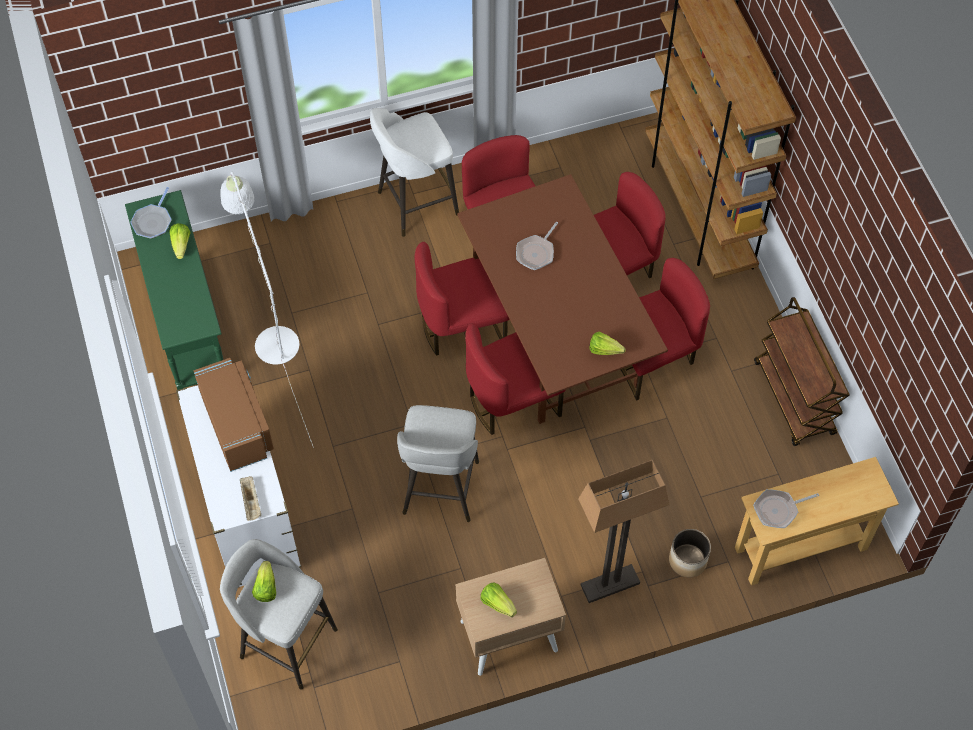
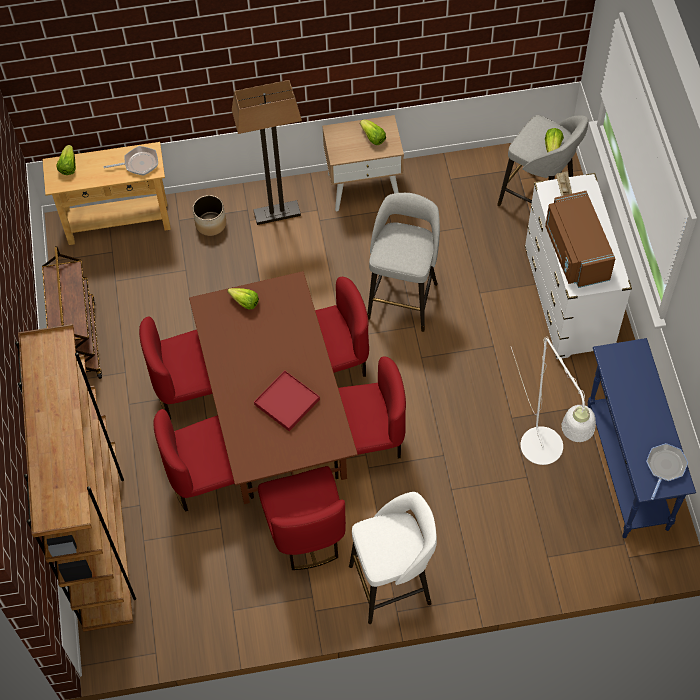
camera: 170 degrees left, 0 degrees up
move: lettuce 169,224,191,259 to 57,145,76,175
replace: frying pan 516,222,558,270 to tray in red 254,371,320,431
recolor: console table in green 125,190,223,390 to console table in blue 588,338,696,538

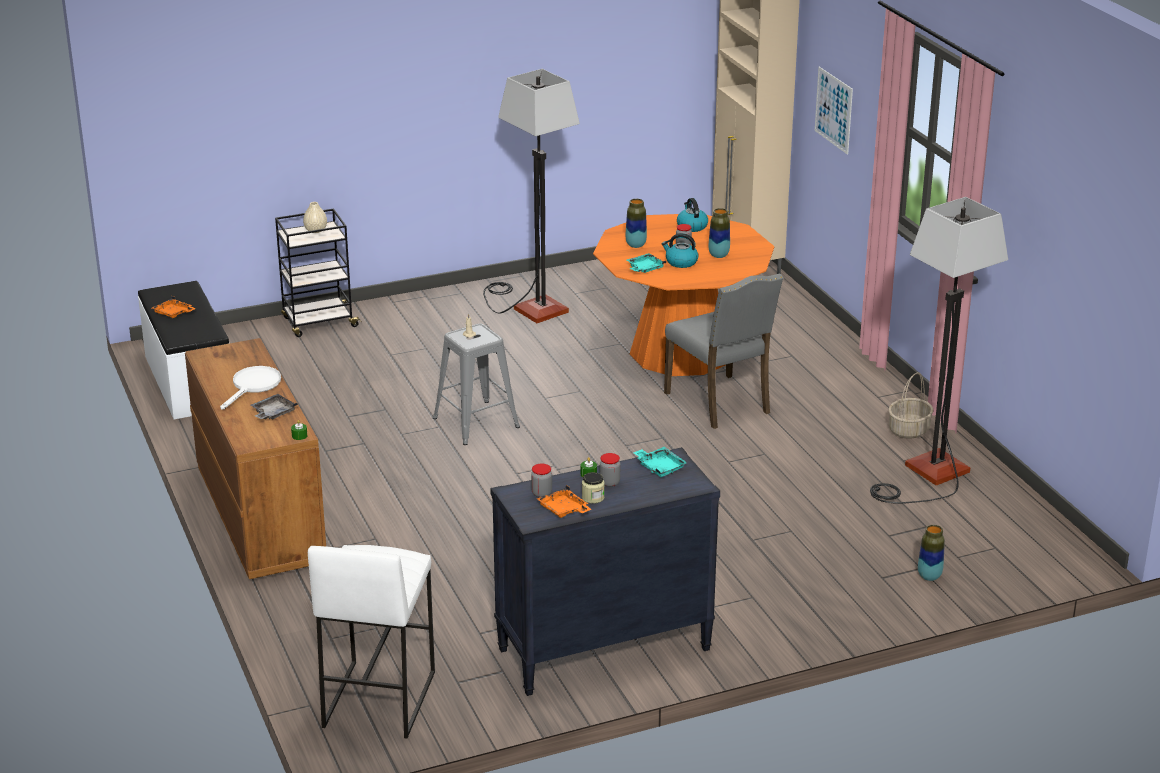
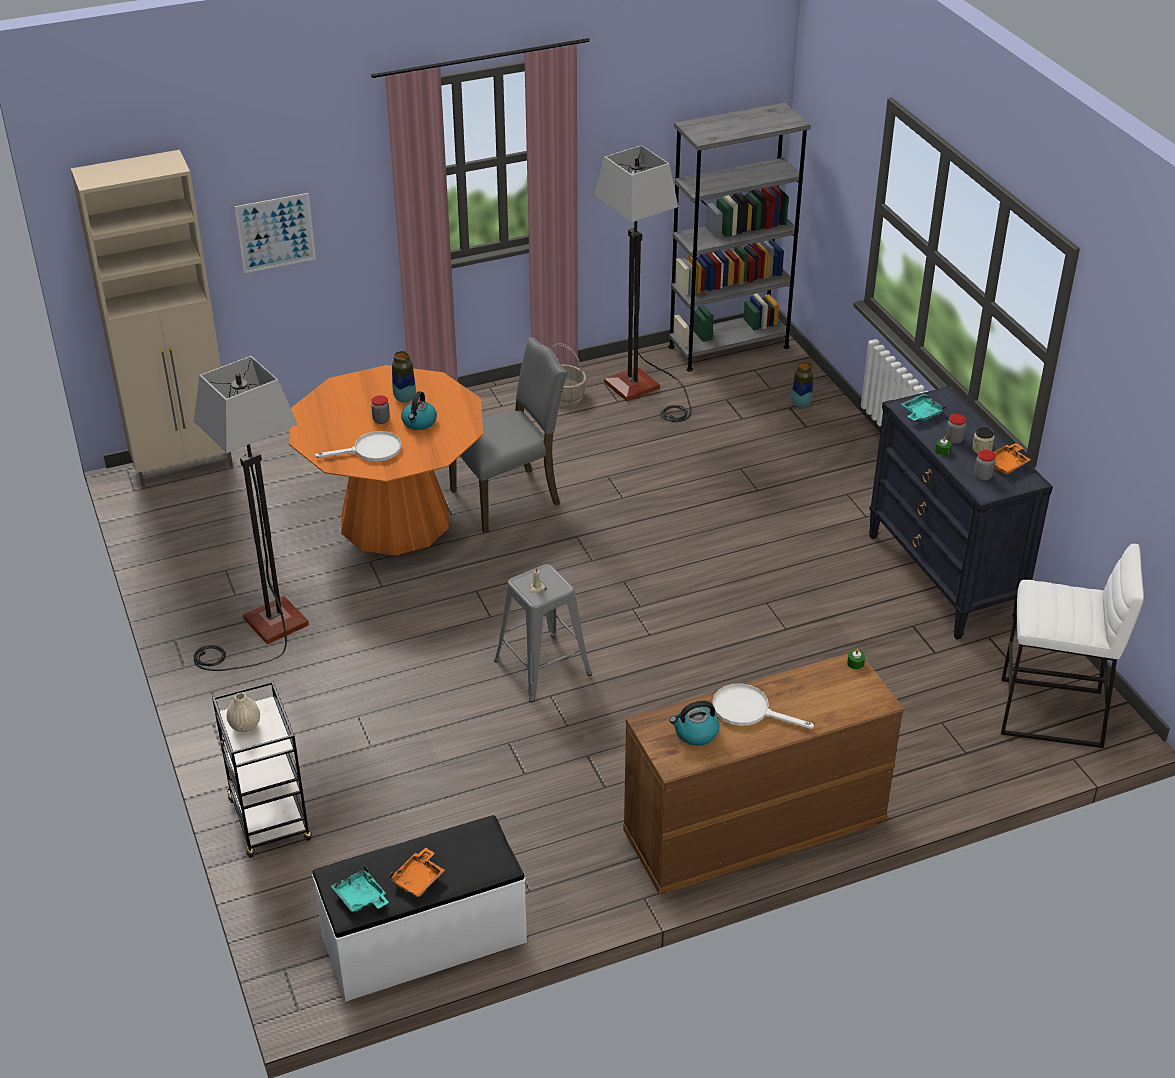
camera: 90 degrees left, 10 degrees up
delete: tray in grey 251,394,298,419
insert: bookcase in grey 668,102,811,372
move: kettle 677,198,708,232 to 670,701,719,746; tray in turquoise 627,253,666,273 to 331,866,389,912
replace: vase 626,199,647,248 to frying pan in white 315,431,401,462

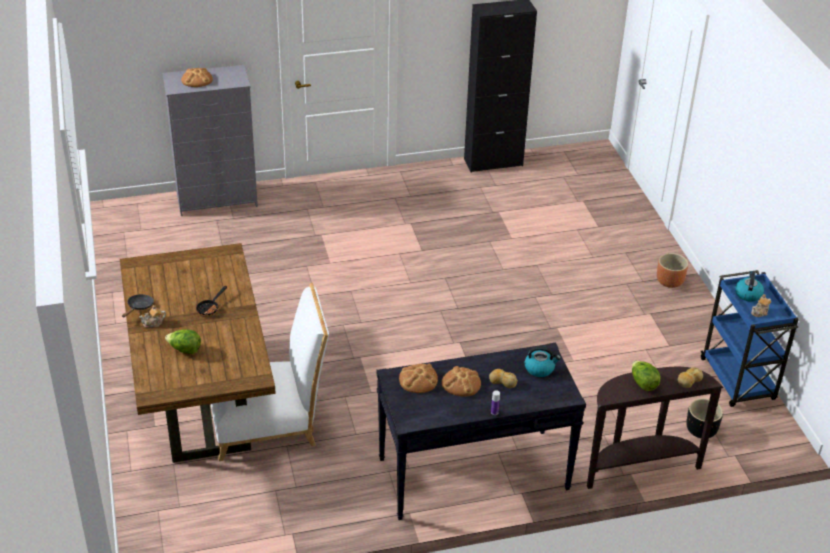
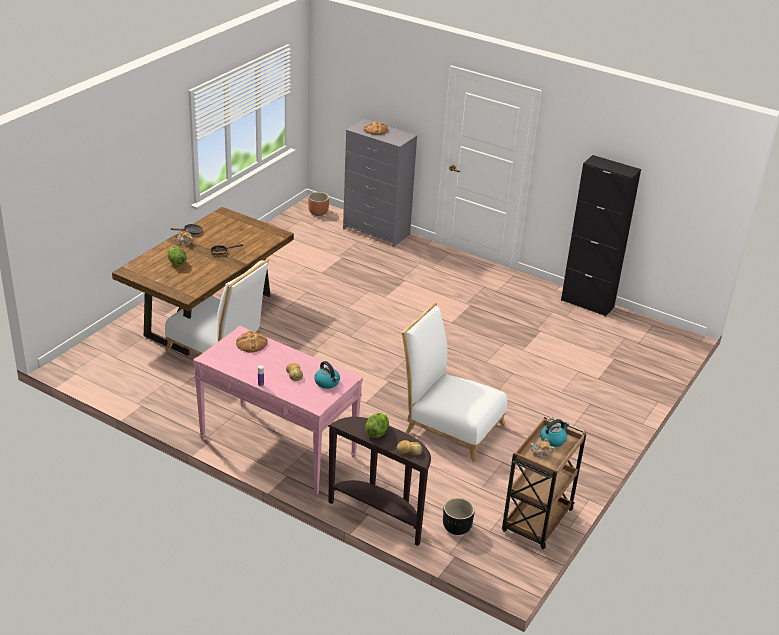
camera: 45 degrees right, 5 degrees down
delete: bread 442,366,481,396
insert: chair in white 402,303,507,462
move: planter in brown 657,253,688,288 to 308,192,329,216
recolor: cart in blue 701,270,799,407 to cart in brown 502,417,586,550; console table in black 376,343,586,520 to console table in pink 193,326,363,495

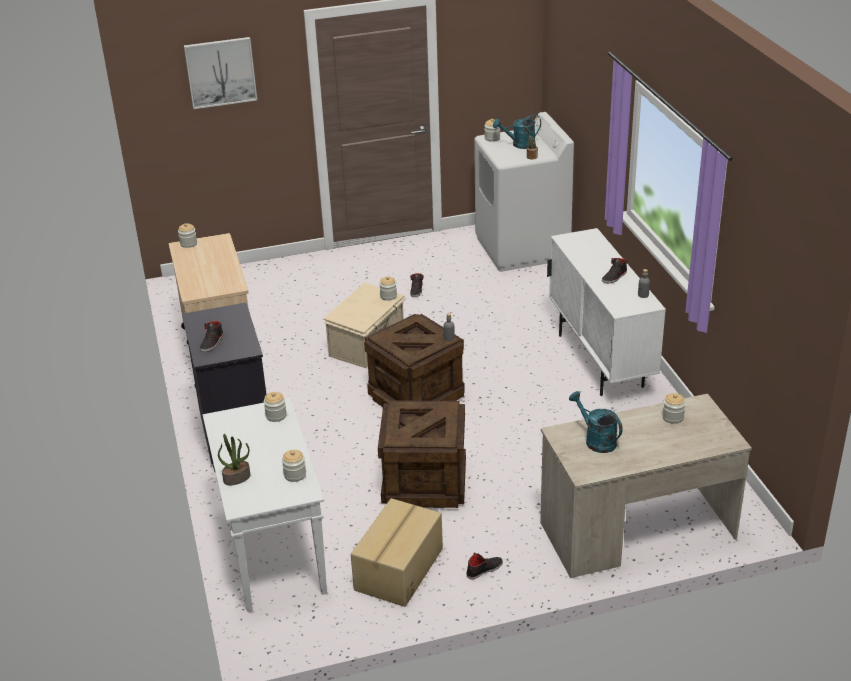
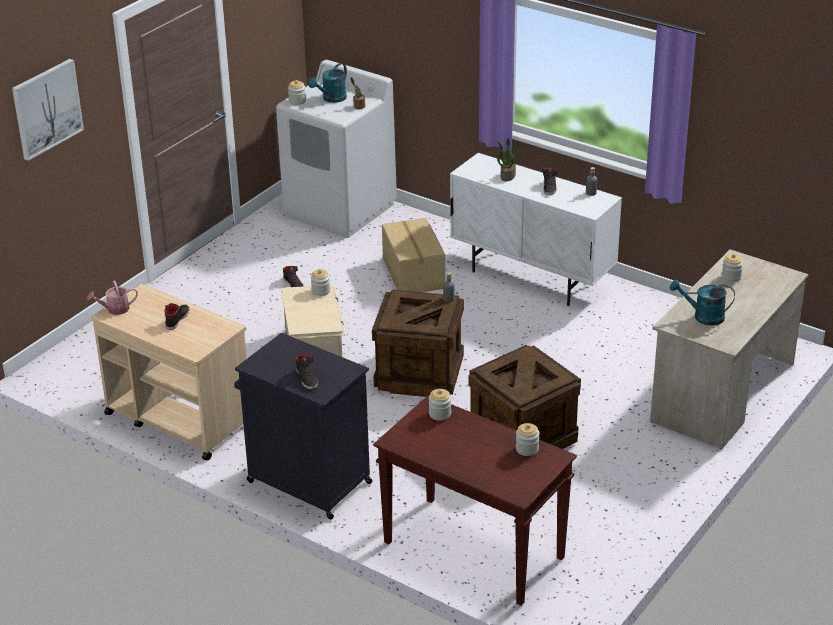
camera: 40 degrees left, 0 degrees up
move: potted plant 218,434,251,486 to 497,138,520,181; cardboard box 351,498,443,607 to 382,218,445,292; shoe in black 467,552,503,580 to 165,303,189,330
replace: jar 178,223,197,248 to watering can 87,280,138,315
recolor: console table in white 203,398,327,612 to console table in brown 373,395,577,606

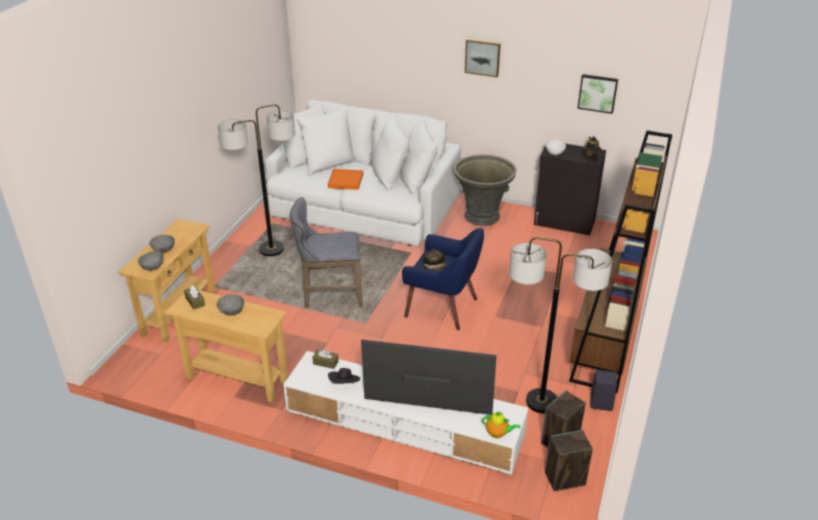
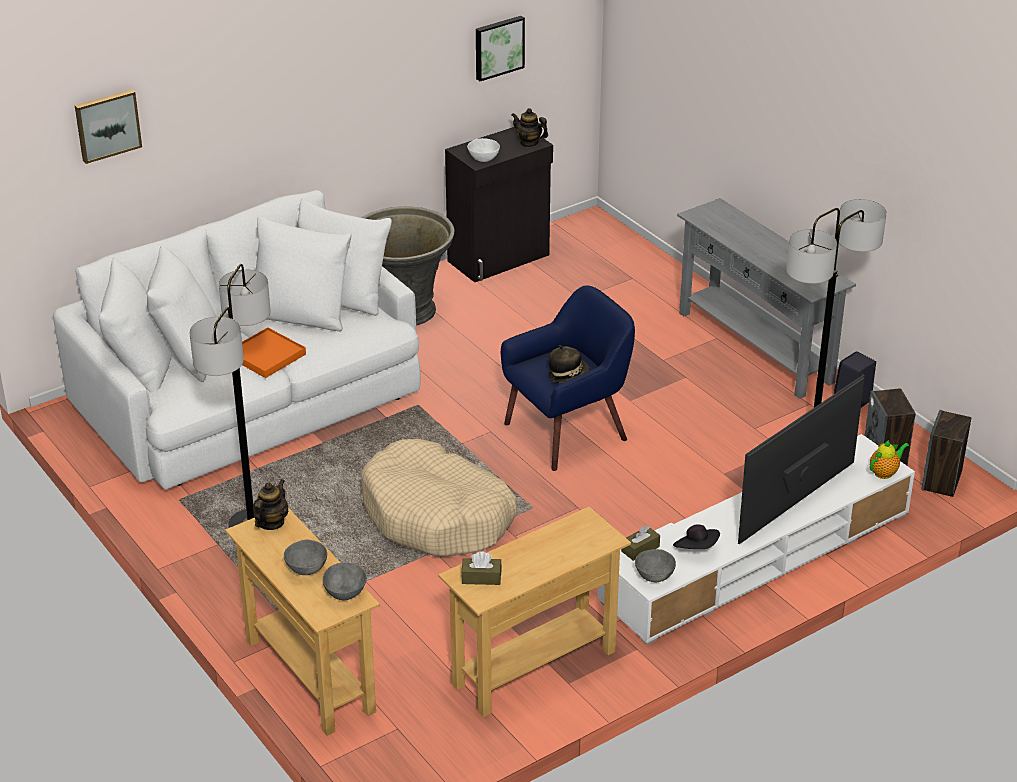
camera: 55 degrees left, 0 degrees up
insert: teapot 253,479,288,530
move: picture 465,39,501,77 to 75,89,142,164; bowl in grey 217,294,244,315 to 635,549,676,582
replace: bookcase in brown 569,130,673,393 to console table in grey 677,198,856,399; stool in grey 290,197,363,308 to dog bed in beige 361,439,517,557

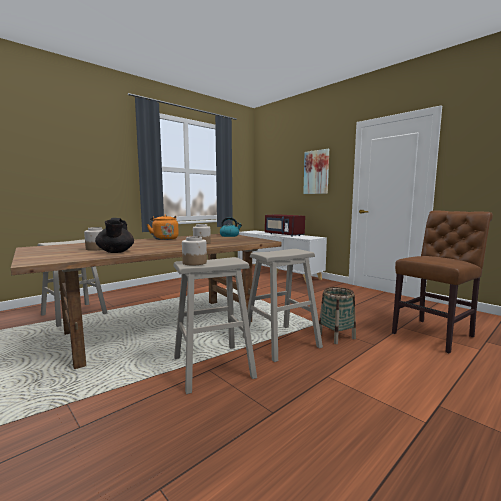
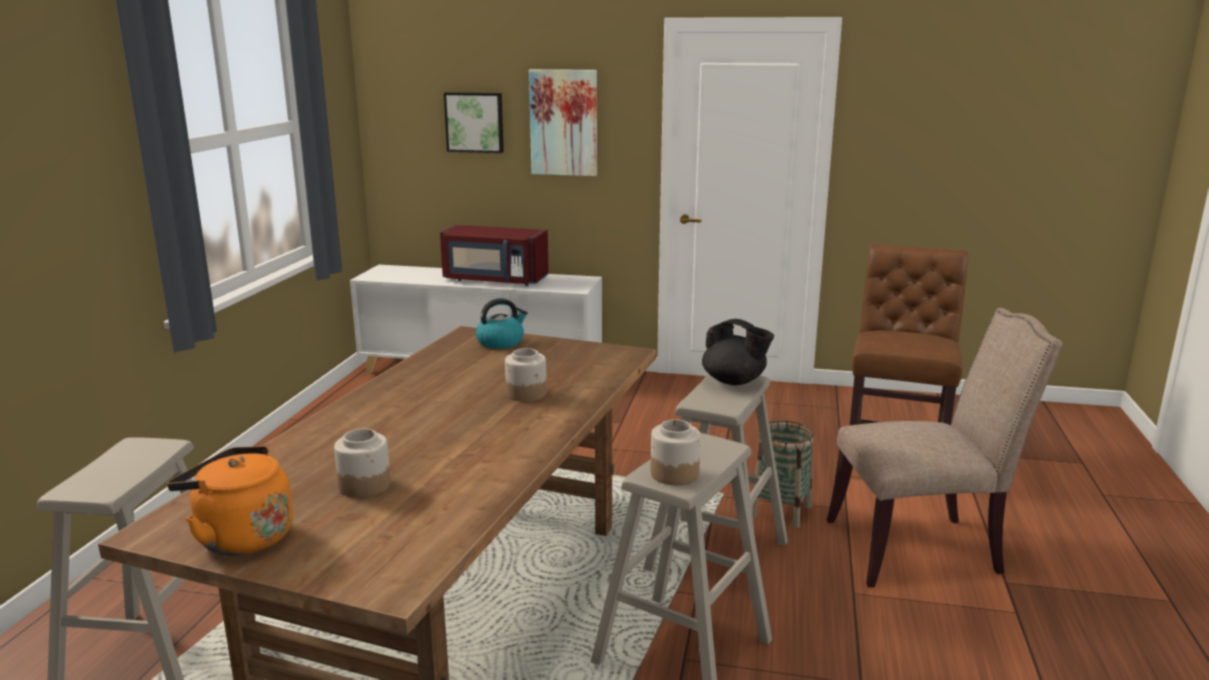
camera: 35 degrees left, 10 degrees up
insert: picture 444,92,504,153; chair in beige 827,308,1062,588
move: kettle in orange 147,215,179,240 to 167,446,293,556; teapot in black 95,218,134,253 to 702,319,774,385

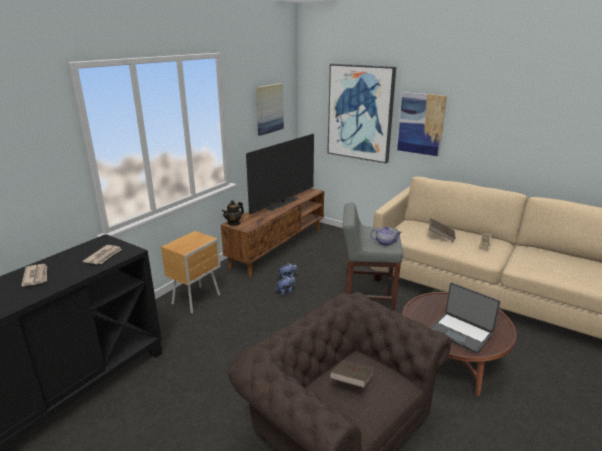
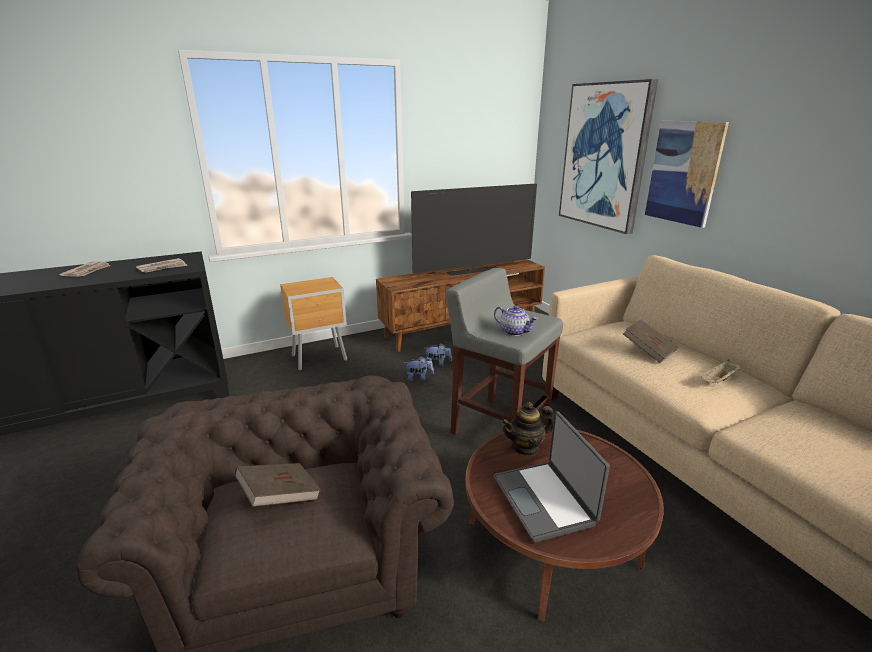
camera: 30 degrees right, 0 degrees up
delete: picture 256,83,284,136
move: teapot 222,200,244,226 to 501,402,553,456

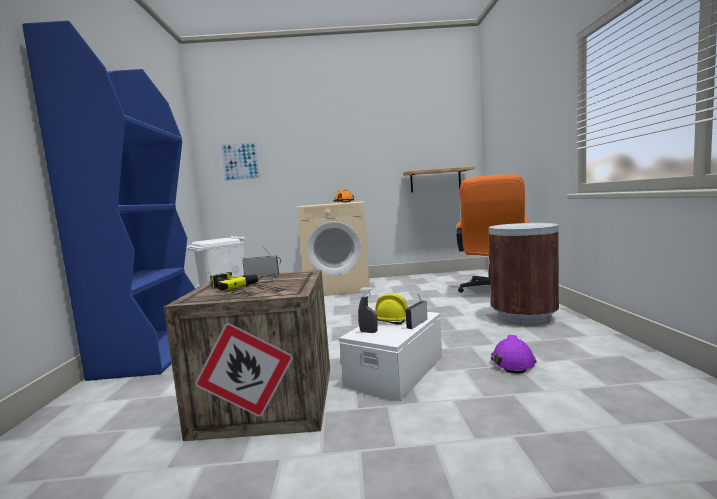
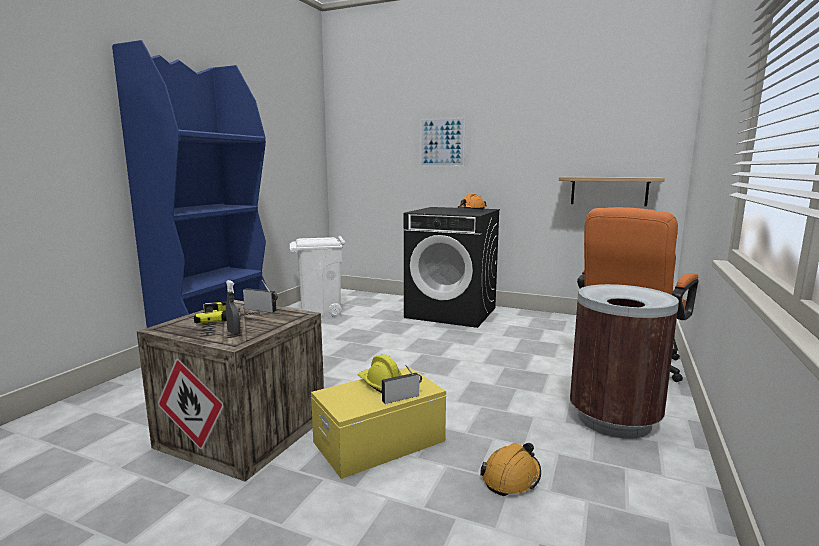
camera: 25 degrees right, 5 degrees up
move: picture 219,141,262,183 to 420,117,466,167; spray bottle in grey 358,287,378,333 to 226,280,240,335
recolor: washing machine in beige 297,201,370,296 to washing machine in black 404,207,500,328; storage box in white 339,312,442,401 to storage box in yellow 311,367,446,479; hard hat in purple 491,335,537,373 to hard hat in orange 480,443,541,496

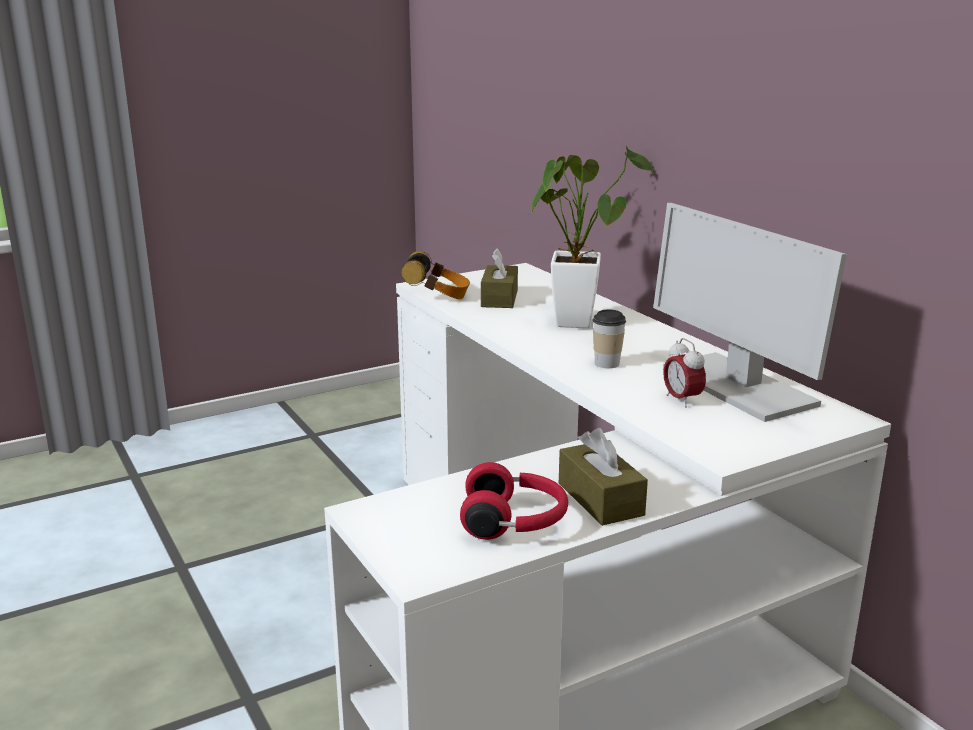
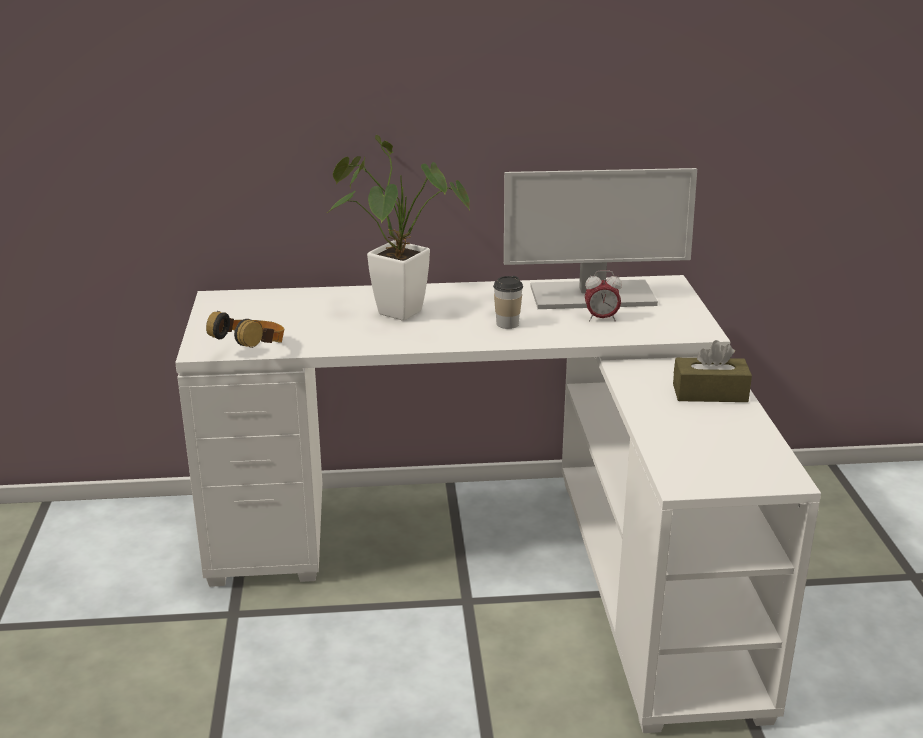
camera: 65 degrees left, 5 degrees up
delete: tissue box in brown 481,249,518,308; headphones in red 460,462,568,540

